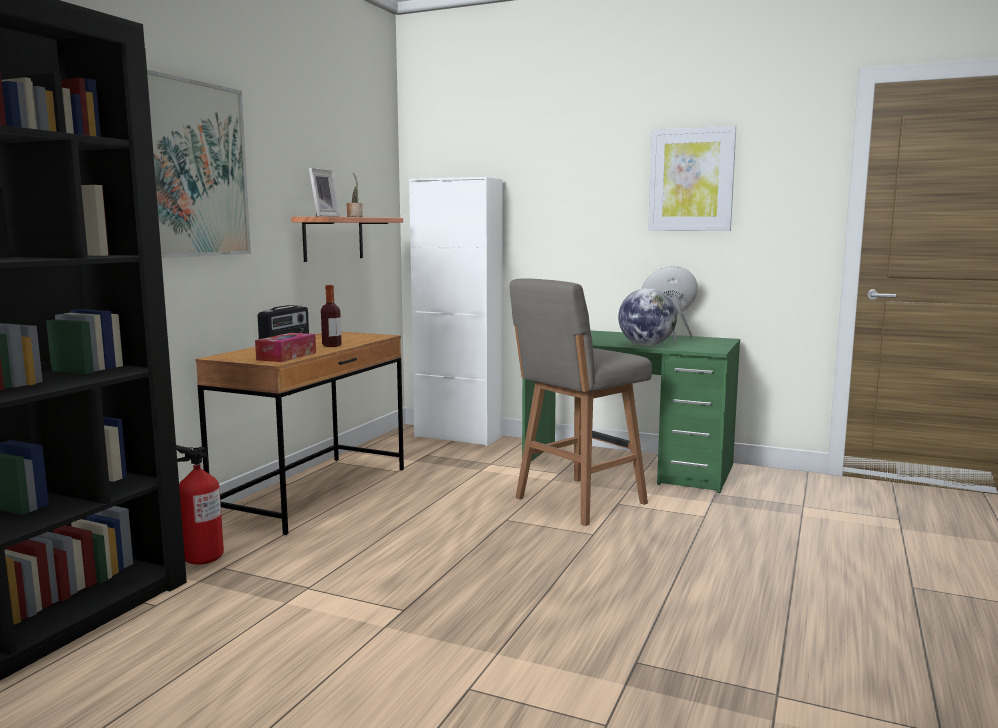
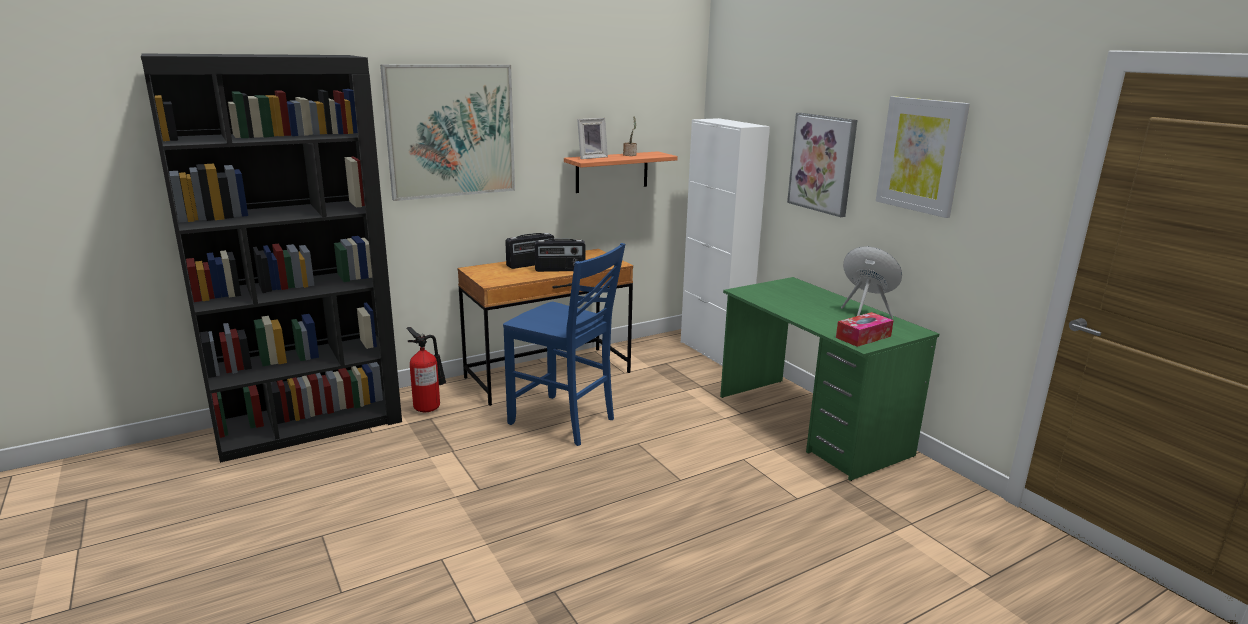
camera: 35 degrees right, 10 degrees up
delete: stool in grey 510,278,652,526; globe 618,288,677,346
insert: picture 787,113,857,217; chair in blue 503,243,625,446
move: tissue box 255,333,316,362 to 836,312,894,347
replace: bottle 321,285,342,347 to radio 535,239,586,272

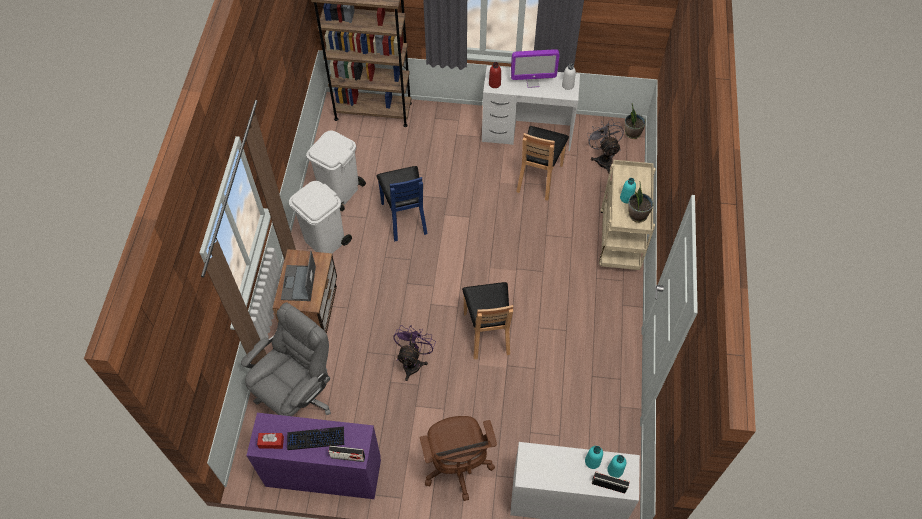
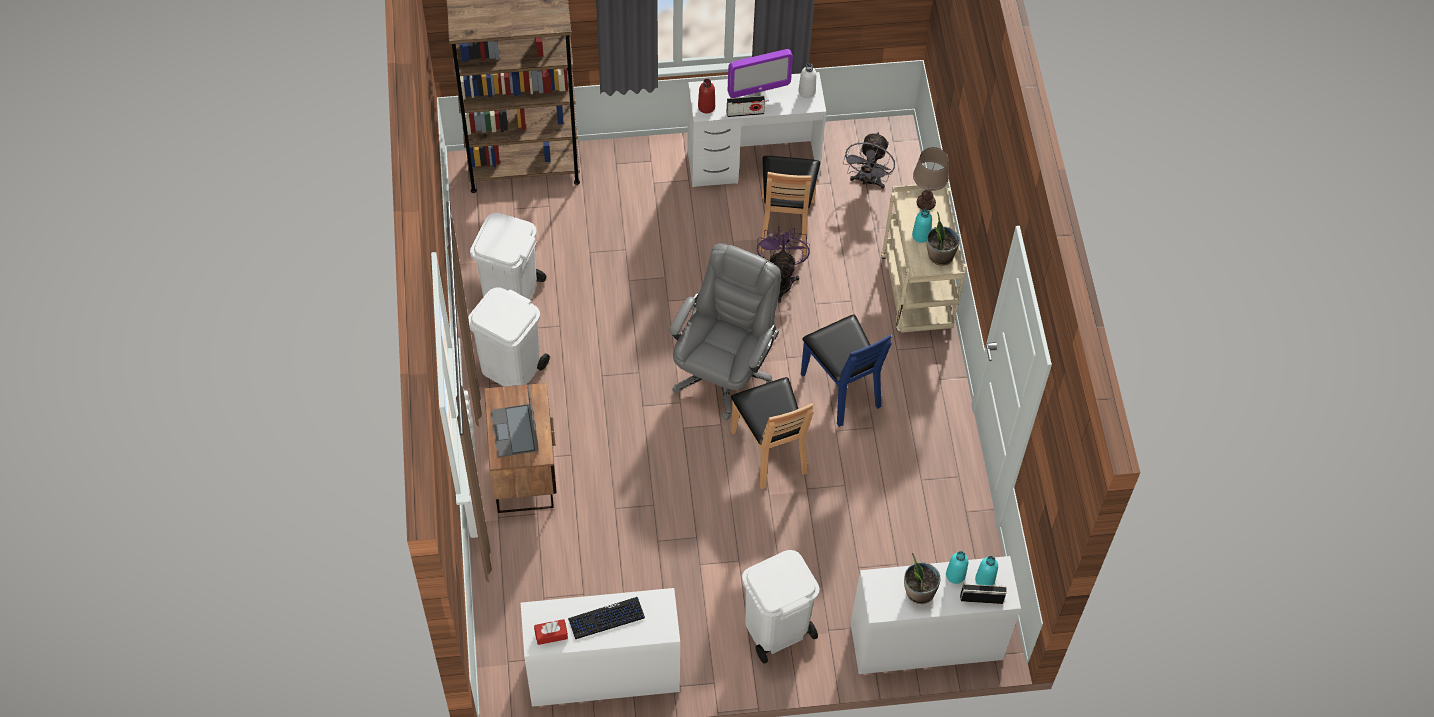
camera: 15 degrees left, 0 degrees up
insert: table lamp in brown 913,147,949,210
move: potted plant 624,104,646,139 to 904,553,940,604; chair in blue 376,166,428,241 to 801,314,892,427; office chair in grey 241,302,331,416 to 669,243,781,420; fan in purple 393,325,436,381 to 757,226,810,303; radio 328,446,365,462 to 727,96,765,117
replace: office chair in brown 420,416,497,501 to trash can in white 742,550,819,664
recolor: desk in purple 246,413,381,499 to desk in white 521,588,680,707
rotate: fan in grey 587,119,624,174 = 843,132,895,189 135 degrees counterclockwise

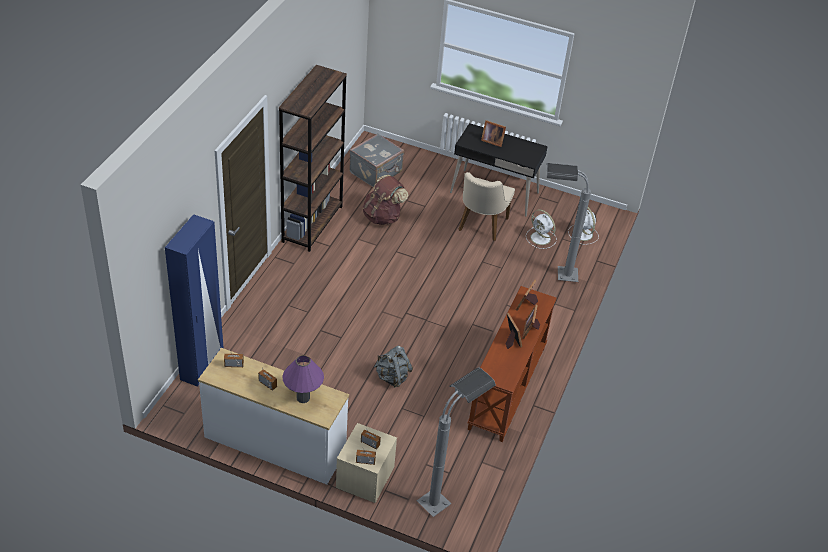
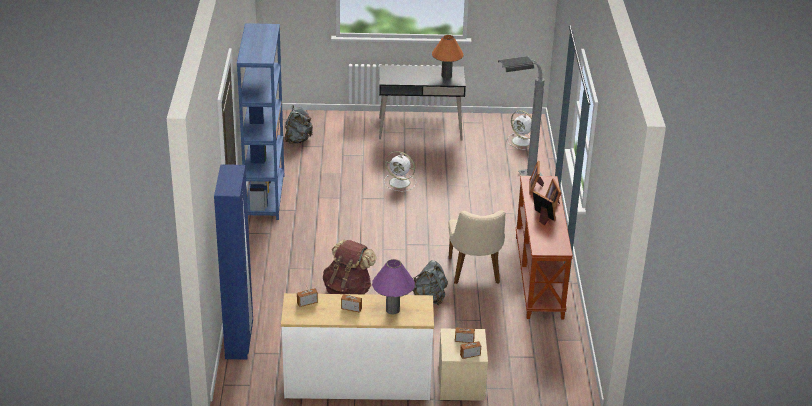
camera: 20 degrees left, 10 degrees down
delete: picture frame 481,120,506,147; floor lamp in grey 417,368,496,517
insert: table lamp in orange 432,35,464,79
move: chair in beige 458,172,515,241 to 448,210,505,284; backpack in brown 363,175,408,225 to 323,240,376,294; fan in white 527,209,557,249 to 384,151,416,192
replace: suitcase in grey 349,133,404,188 to backpack in grey 285,105,313,144
recolor: bookcase in brown 279,65,347,252 to bookcase in blue 237,23,284,220

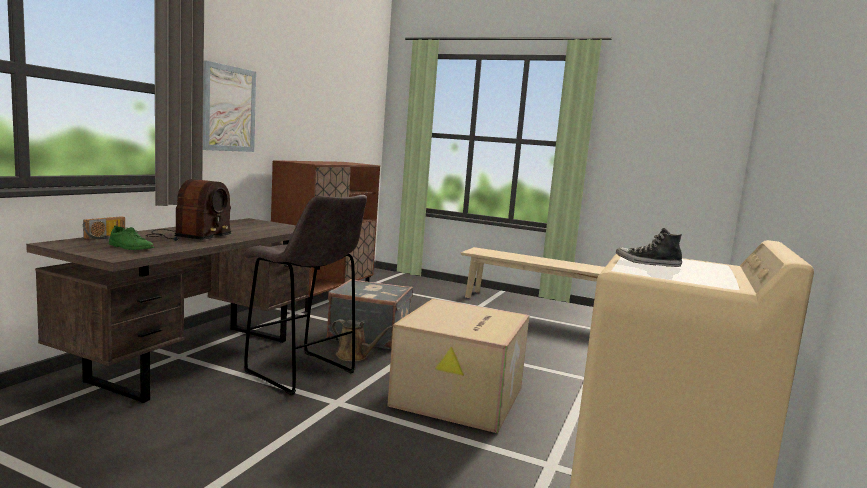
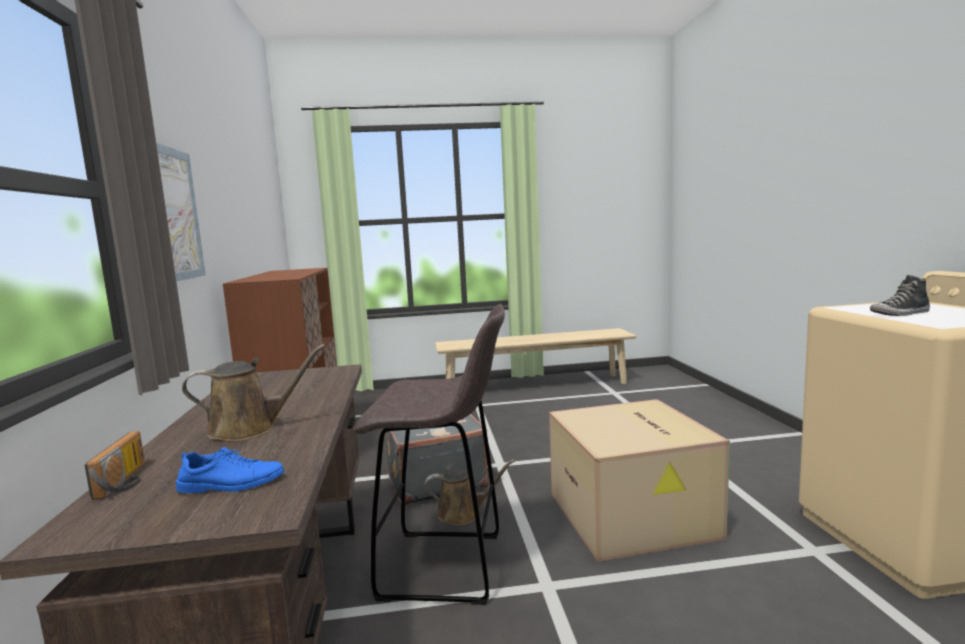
camera: 30 degrees left, 0 degrees up
replace: radio 146,179,231,241 to watering can in brown 182,344,325,442
recolor: shoe in green 109,225,154,250 to shoe in blue 176,446,285,493

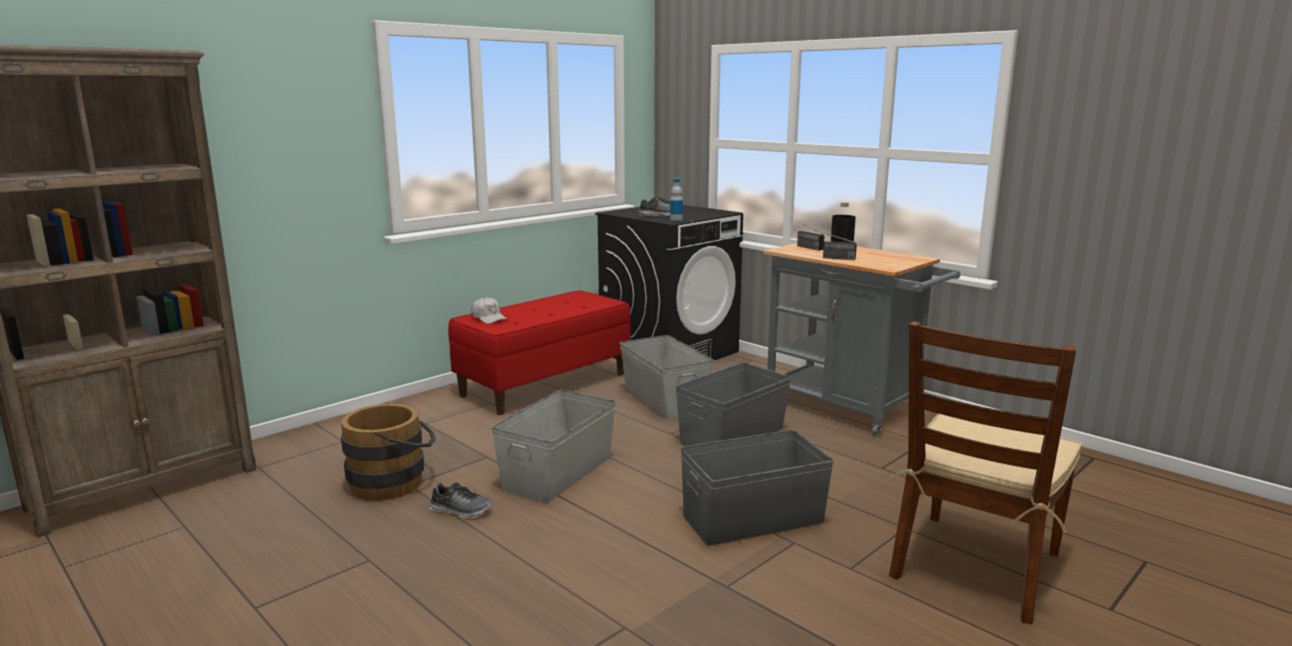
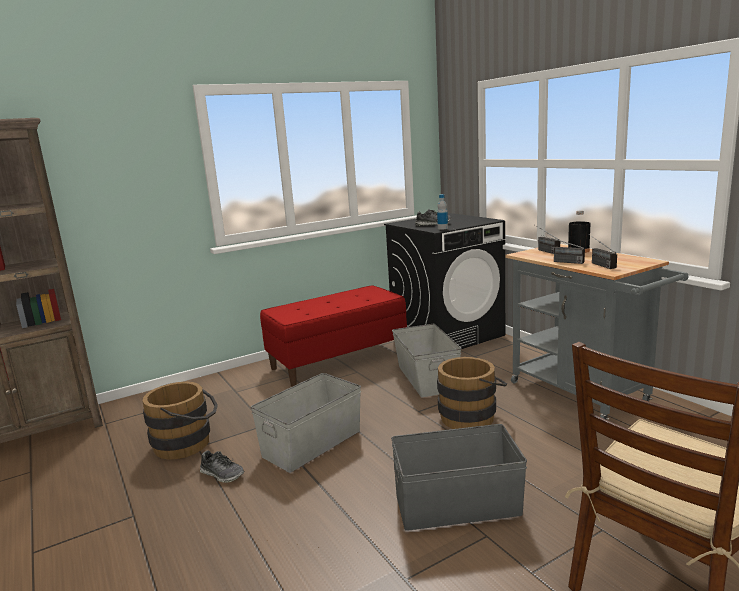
camera: 15 degrees right, 0 degrees up
delete: cap in white 471,297,508,324
insert: radio 588,234,617,269
replace: storage box in grey 676,363,791,446 to bucket in brown 437,357,507,429

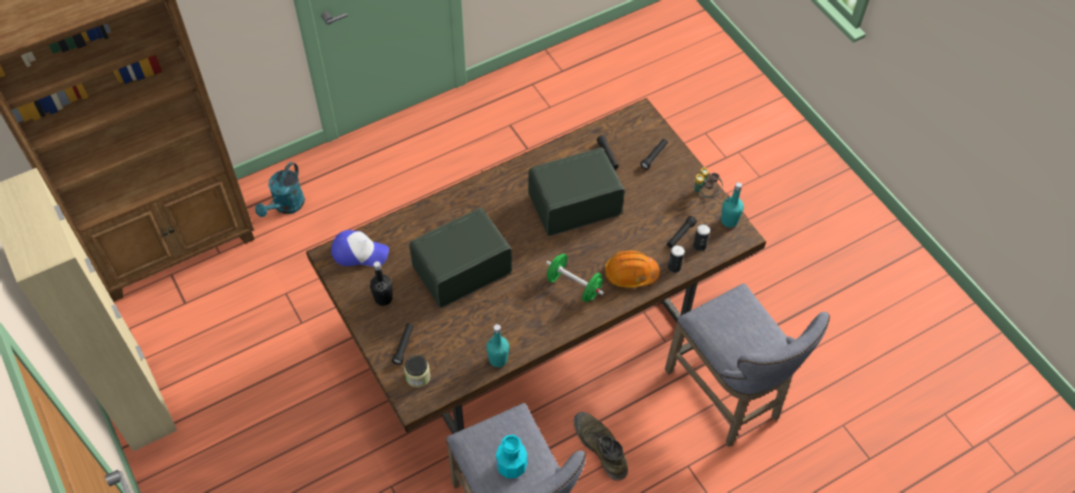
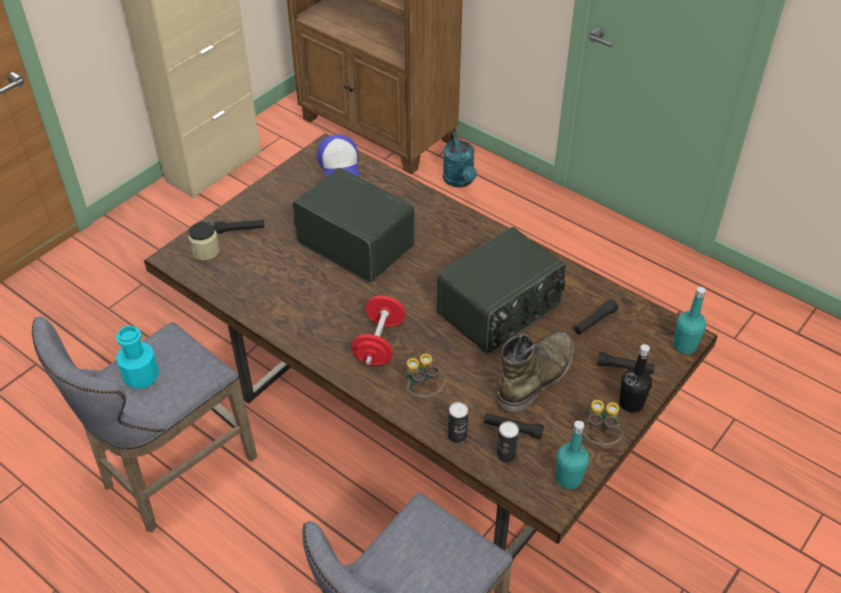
camera: 70 degrees right, 10 degrees down
move: bottle in black 370,261,393,306 to 619,344,652,413; bottle in turquoise 486,324,509,367 to 673,287,706,354; boot in green 574,412,628,481 to 497,332,574,413
replace: hard hat in orange 605,251,660,288 to binoculars 407,354,445,398
recolor: dumbbell in green 546,253,604,302 to dumbbell in red 352,295,406,366
rotate: radio 528,148,625,236 = 437,227,566,354 90 degrees clockwise; watering can in turquoise 255,162,305,217 = 443,132,477,188 105 degrees counterclockwise

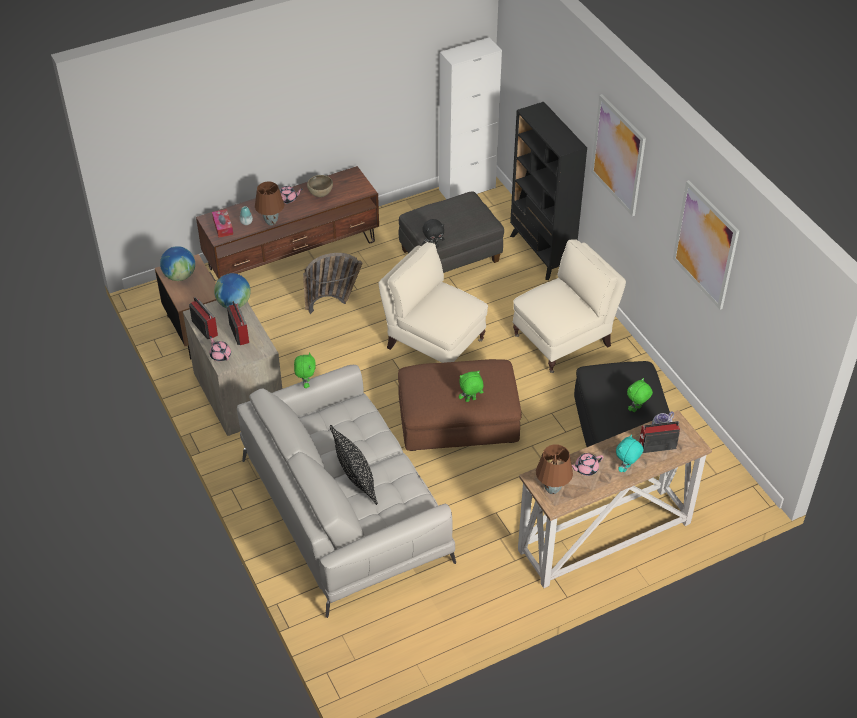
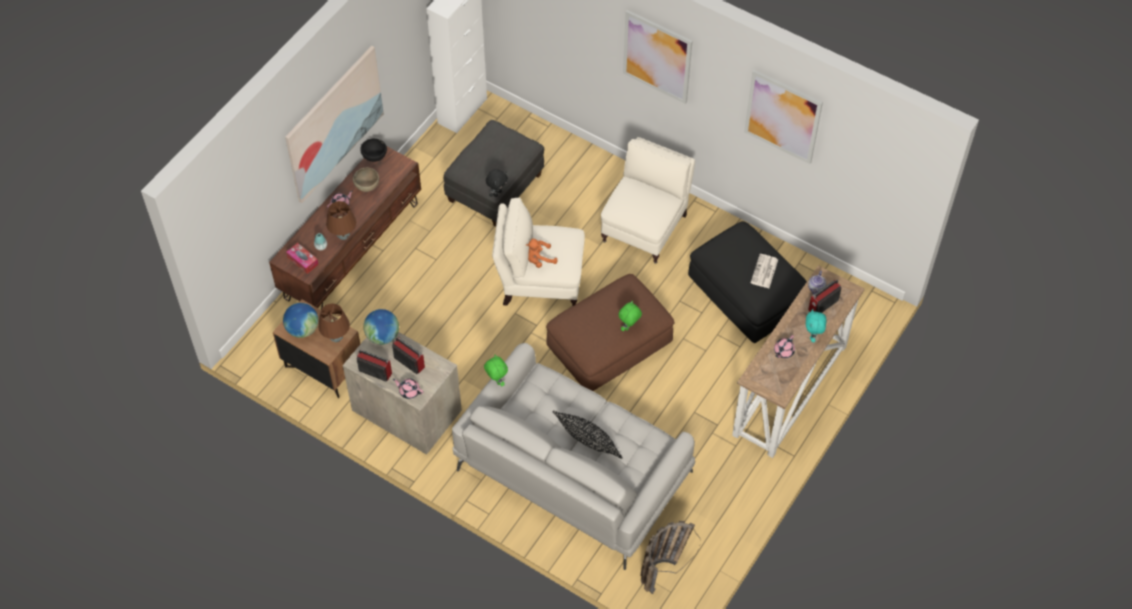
camera: 30 degrees left, 10 degrees up
delete: bookcase in black 510,102,587,280
insert: picture 285,46,384,203; bowl in black 360,138,387,162; plush toy in orange 526,239,557,268
move: basket 303,253,363,314 to 640,521,700,594; table lamp in brown 536,444,573,494 to 318,303,350,342
replace: plush toy in green 627,378,653,412 to newspaper 751,254,778,288

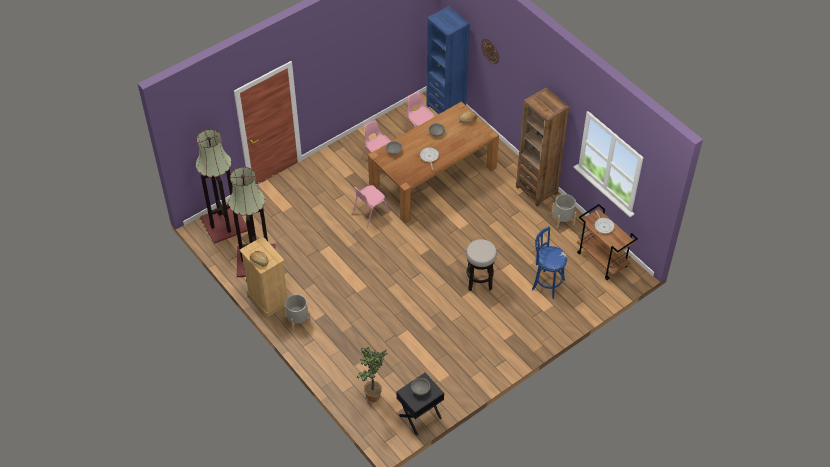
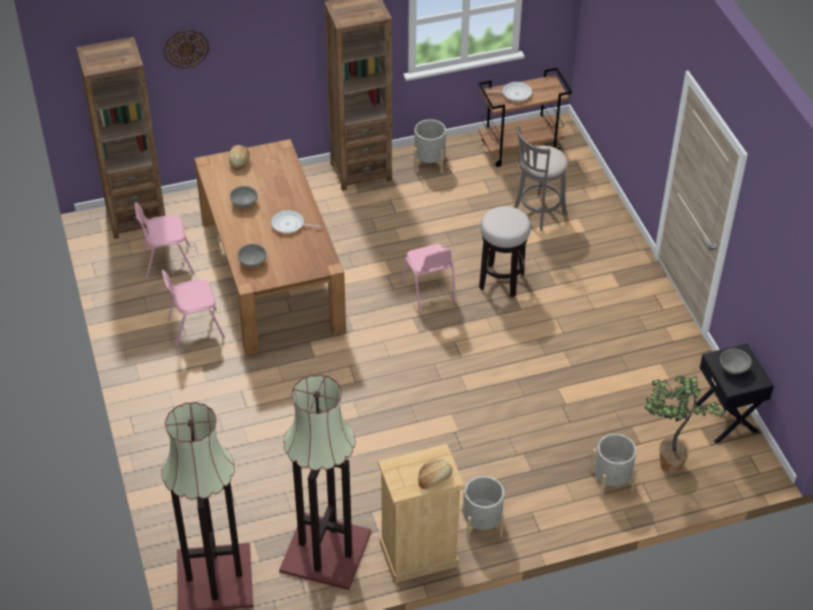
camera: 70 degrees left, 5 degrees down
insert: planter in grey 590,434,637,498
move: chair in pink 353,185,390,228 to 401,244,456,313
recolor: bookcase in blue 426,6,470,114 to bookcase in brown 76,37,165,239; stool in blue 532,226,567,299 to stool in grey 514,125,568,231

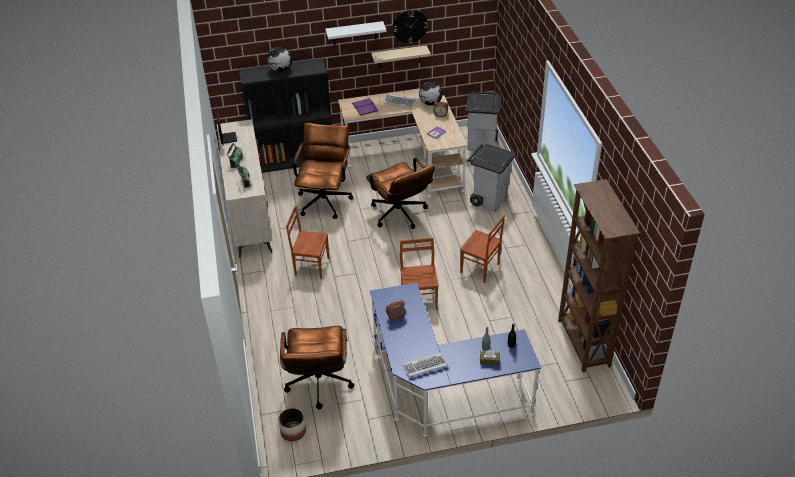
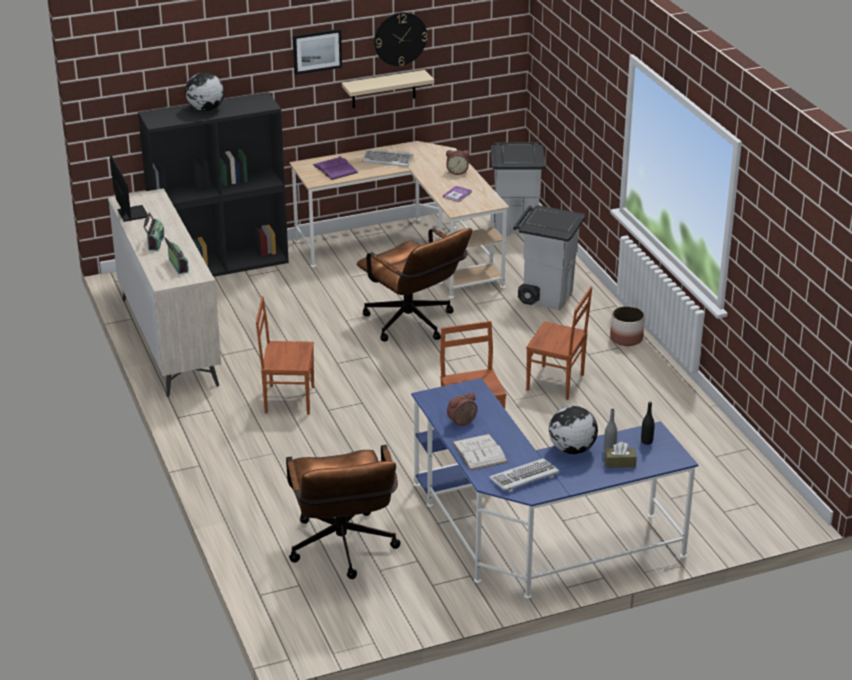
camera: 10 degrees left, 10 degrees down
delete: office chair in brown 293,123,353,219; bookcase in brown 558,179,640,372
insert: book in white 452,434,508,471
move: globe 419,82,443,105 to 549,406,598,454; planter 278,408,306,441 to 610,306,645,346
replace: shelf in white 325,21,387,45 to picture 293,29,342,75

